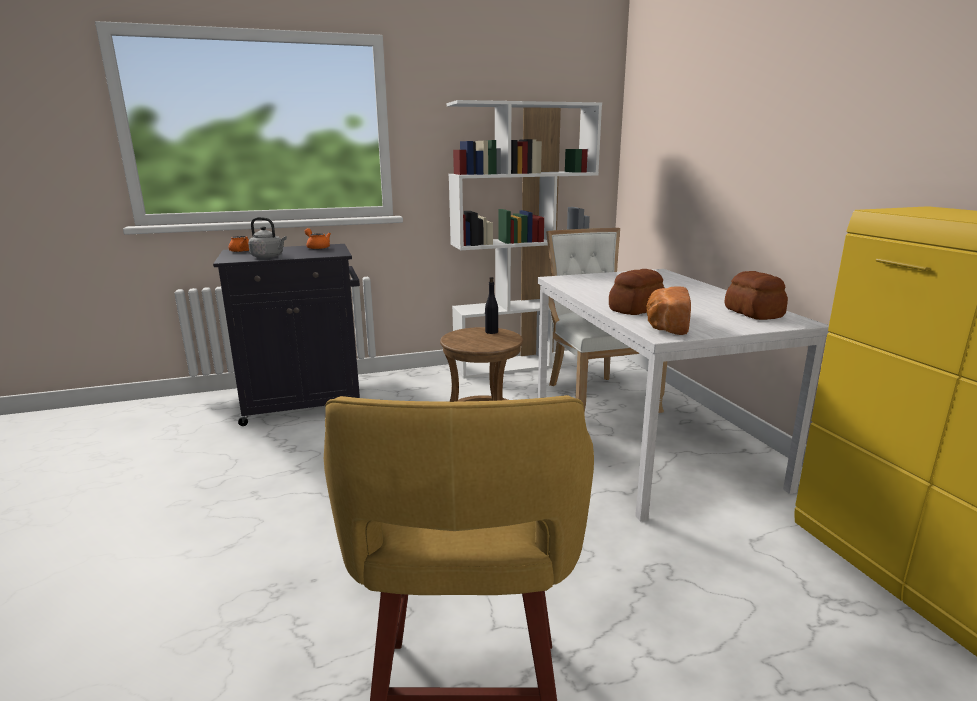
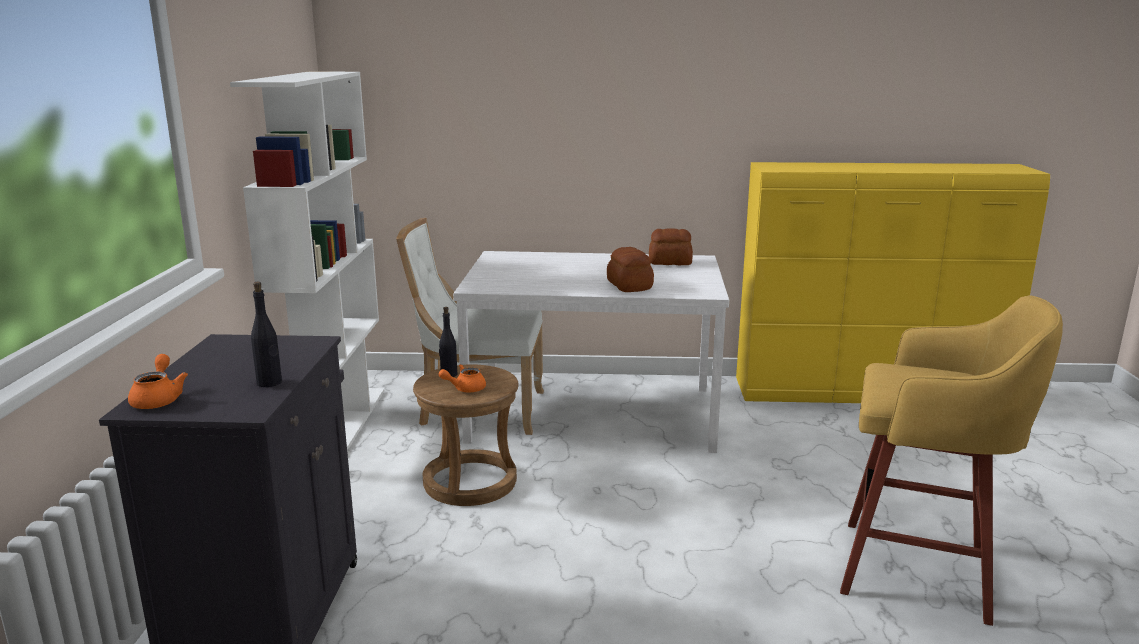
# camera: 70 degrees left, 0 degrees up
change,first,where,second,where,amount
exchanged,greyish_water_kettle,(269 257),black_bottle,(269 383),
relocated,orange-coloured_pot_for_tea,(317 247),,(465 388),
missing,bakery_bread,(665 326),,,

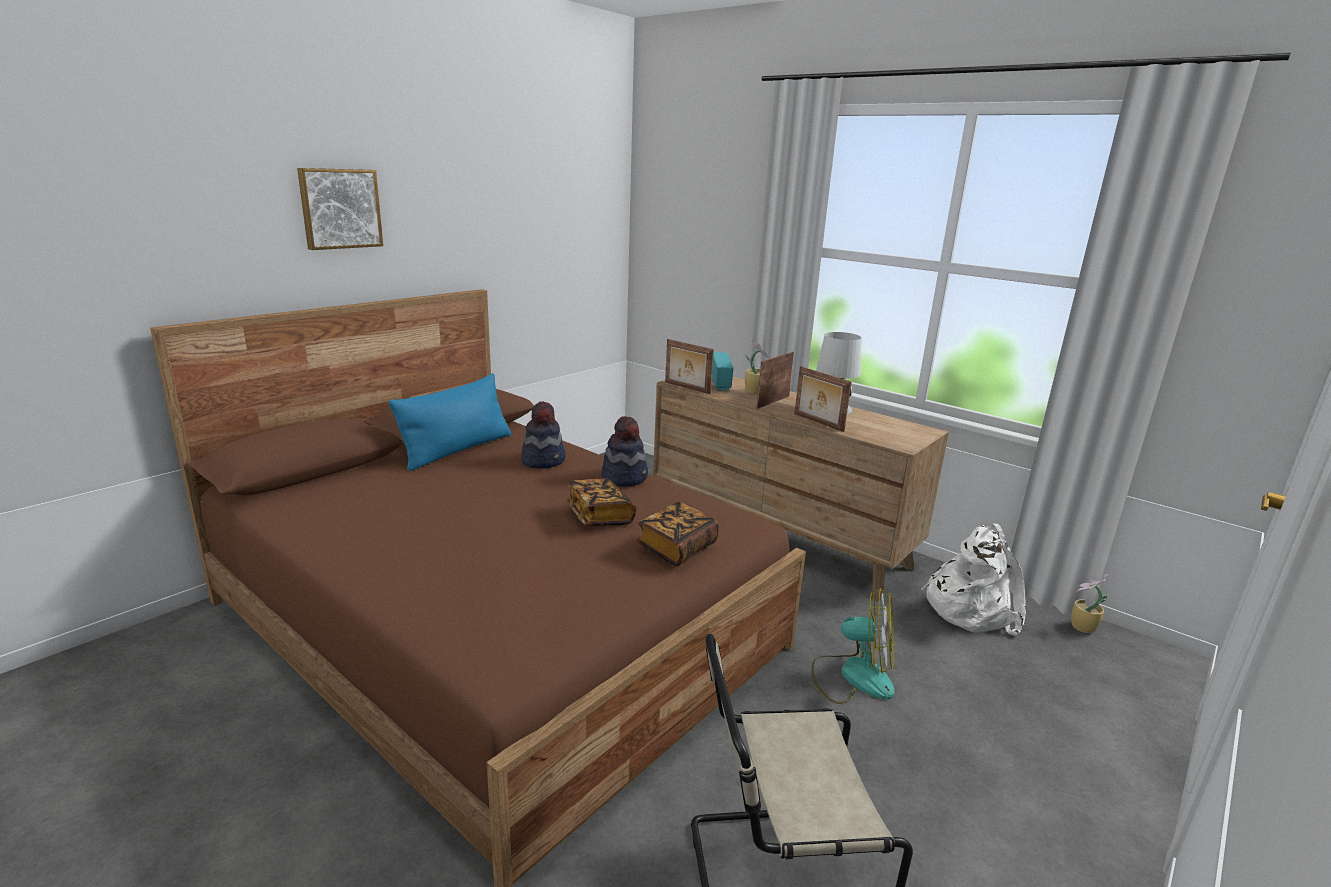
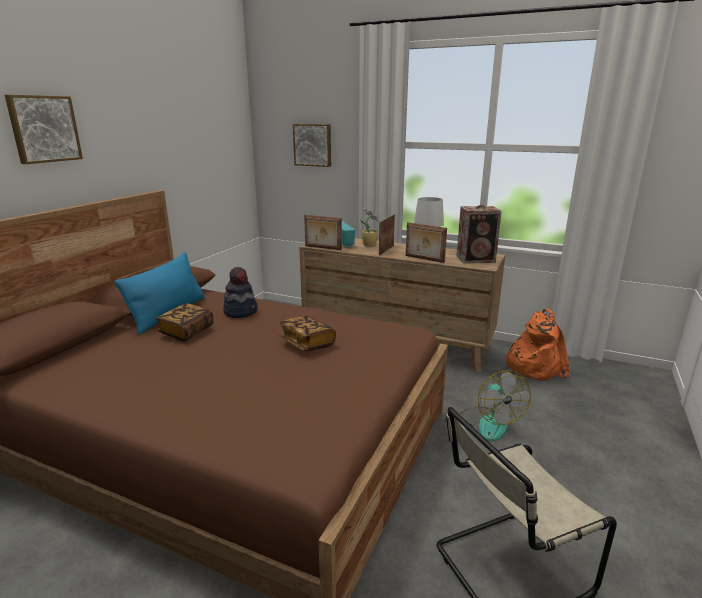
# camera: 15 degrees left, 0 degrees up
change,first,where,second,where,amount
missing,hat,(625 477),,,
relocated,bound_book,(677 548),,(186 332),
spun,fan,(853 676),,(488 423),75 degrees clockwise
colour,white-coloured_knapsack,(970 608),orange-coloured_knapsack,(533 366),
missing,potted_plant,(1082 628),,,
appeared,,,picture,(313 145),
appeared,,,loudspeaker,(477 259),

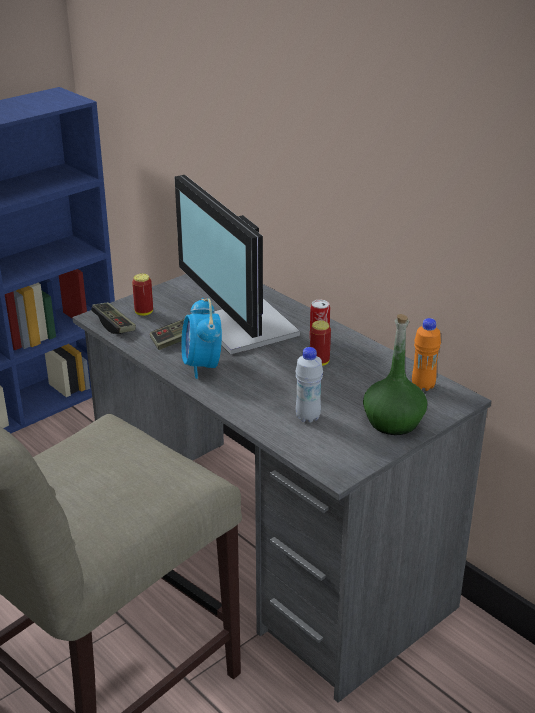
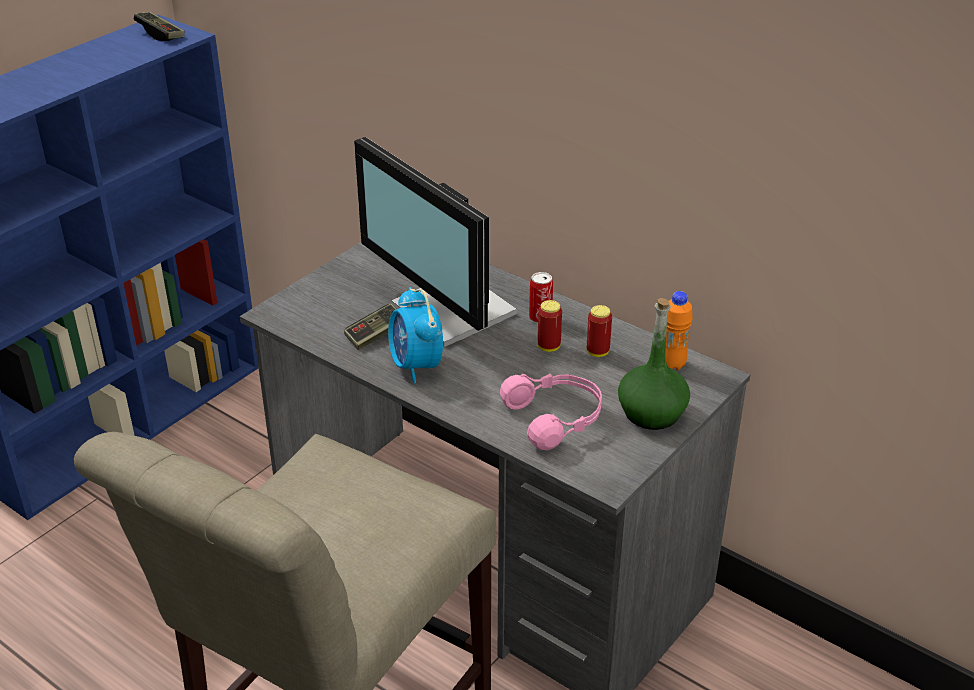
# camera: 10 degrees left, 5 degrees up
change,first,where,second,where,amount
relocated,game_controller,(114 325),,(160 34),
relocated,sealed_can,(144 312),,(597 352),
exchanged,white-coloured_bottle,(308 417),pink_pair_of_headphones,(556 418),

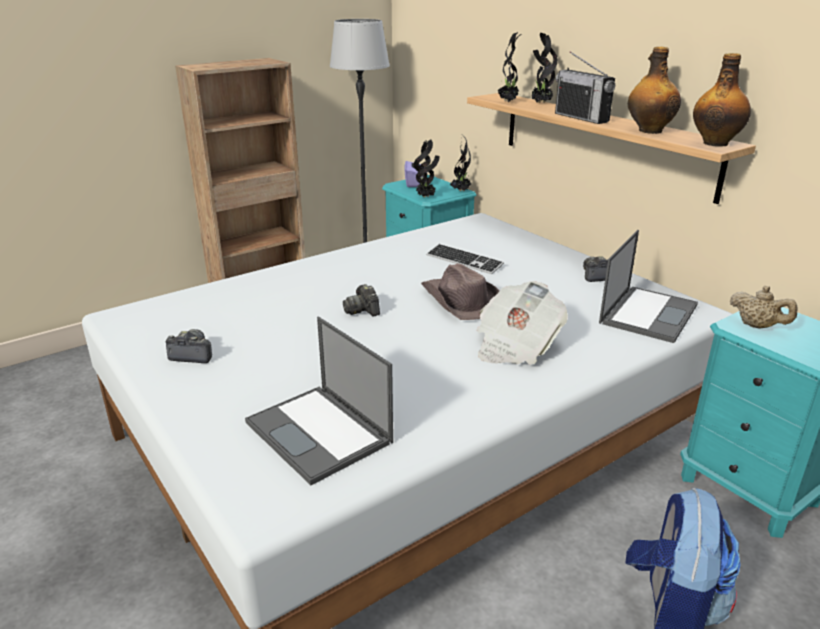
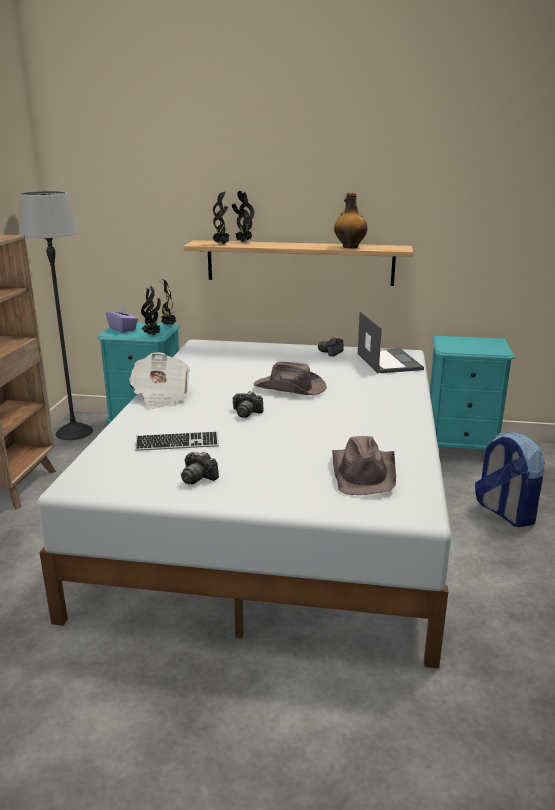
# camera: 45 degrees left, 5 degrees down
change,first,where,second,where,amount
spun,photo_camera,(192 355),,(198 477),105 degrees counterclockwise
exchanged,laptop,(320 433),brownish_hat,(364 473),
relocated,keyboard,(464 261),,(177 443),
relocated,daily_paper,(515 345),,(160 396),
missing,radio_set,(581 118),,,
missing,bottle,(715 143),,,
missing,sand-coloured_pot_for_tea,(757 326),,,

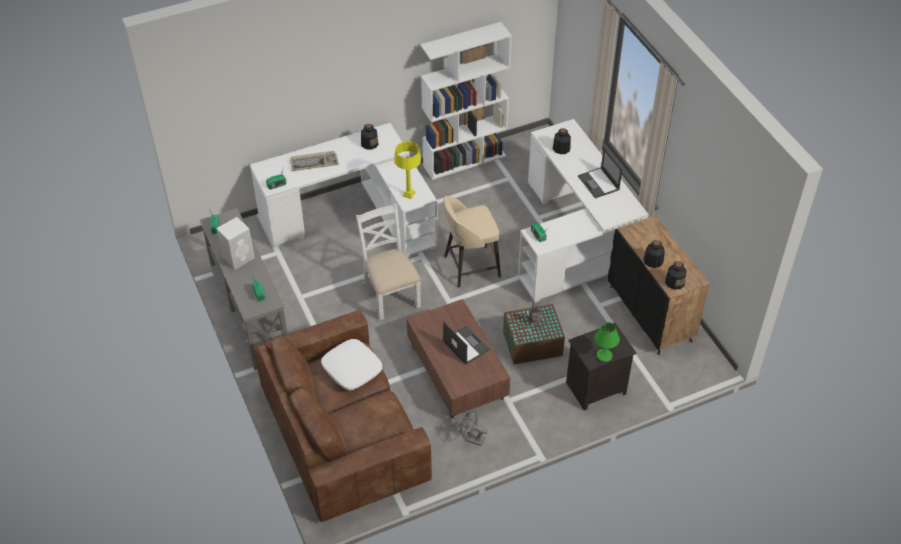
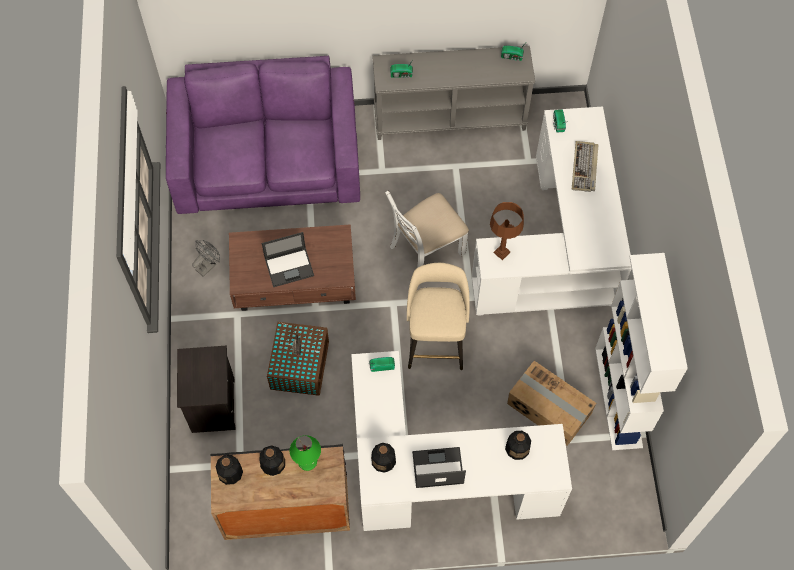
# camera: 110 degrees right, 15 degrees up
change,first,where,second,where,amount
missing,white-coloured_loudspeaker,(239 257),,,
colour,brownish_sofa,(342 432),purple_sofa,(268 160),
missing,white-coloured_pillow,(351 369),,,
spun,white-coloured_upright_chair,(390 294),,(426 249),150 degrees clockwise
relocated,bottle,(369 143),,(384 460),
colour,yellow-coloured_tabletop_lamp,(408 194),brownish_tabletop_lamp,(502 252),
relocated,green-coloured_tabletop_lamp,(604 356),,(307 461),
appeared,,,carton,(549 409),

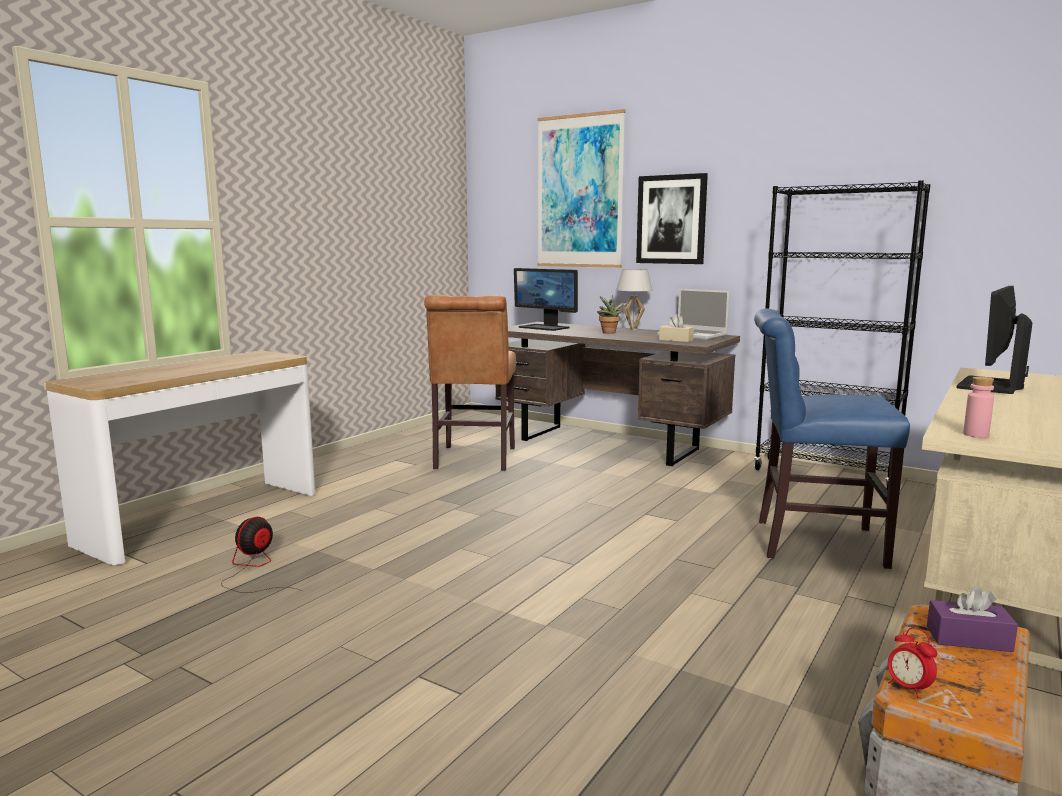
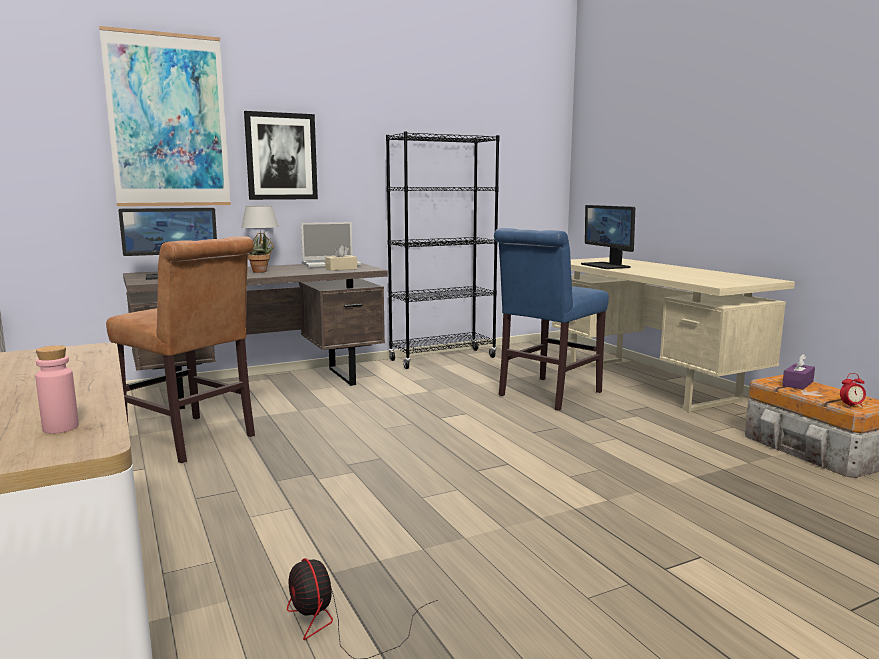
# camera: 60 degrees left, 0 degrees up
change,first,where,second,where,amount
relocated,pink_bottle,(975 435),,(60 428),

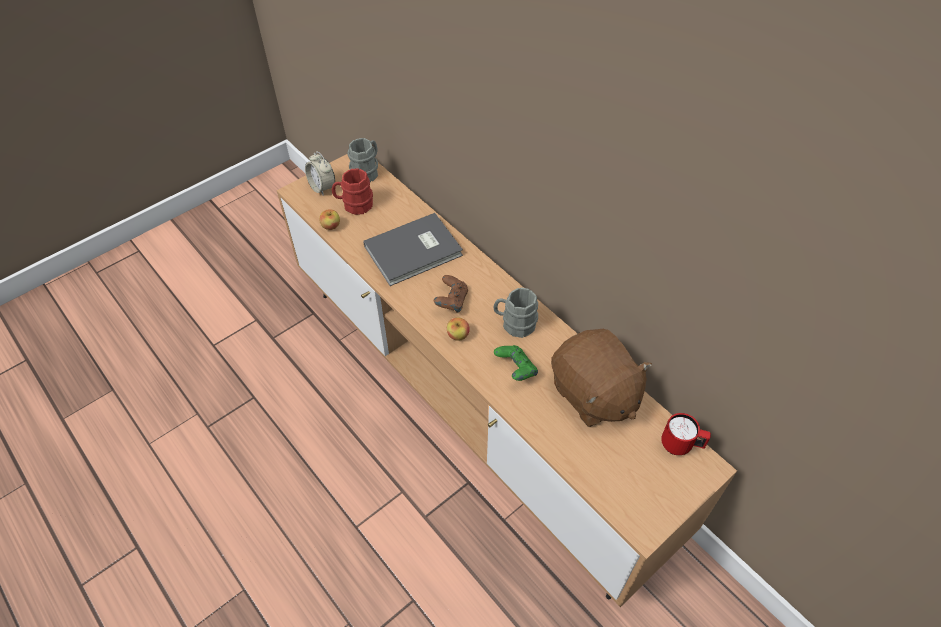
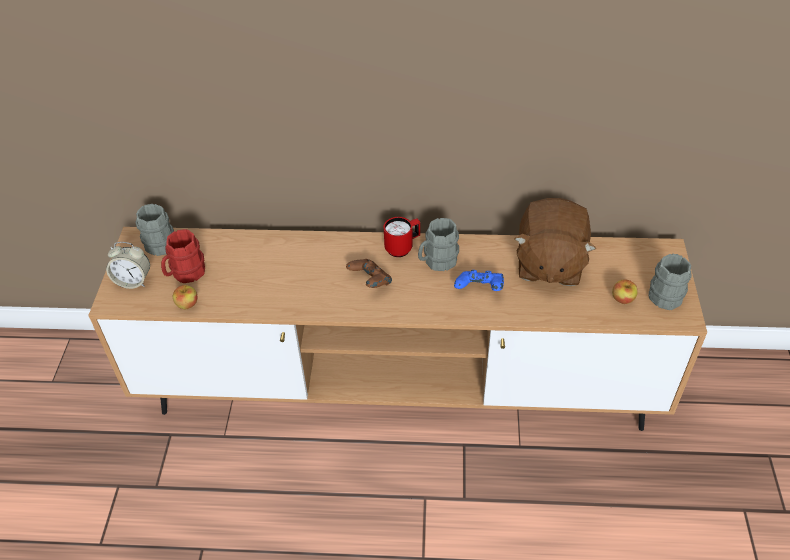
# camera: 45 degrees left, 5 degrees down
change,first,where,second,where,amount
missing,greyish_bound_book,(415 252),,,
relocated,apple,(458 335),,(622 299),
colour,green-coloured_game_controller,(515 370),bluish_game_controller,(479 290),
spun,brownish_plush_toy,(593 394),,(549 263),90 degrees clockwise
relocated,red_tea_mug,(681 445),,(402 248),
appeared,,,greyish_tea_mug,(666 292),

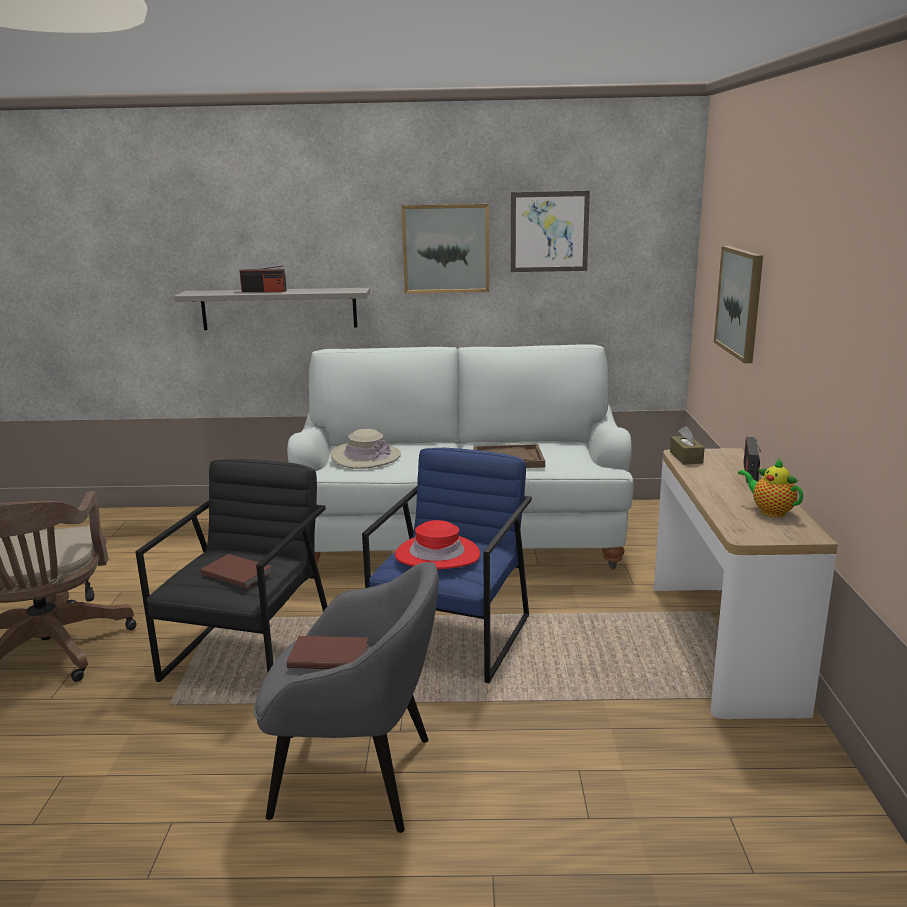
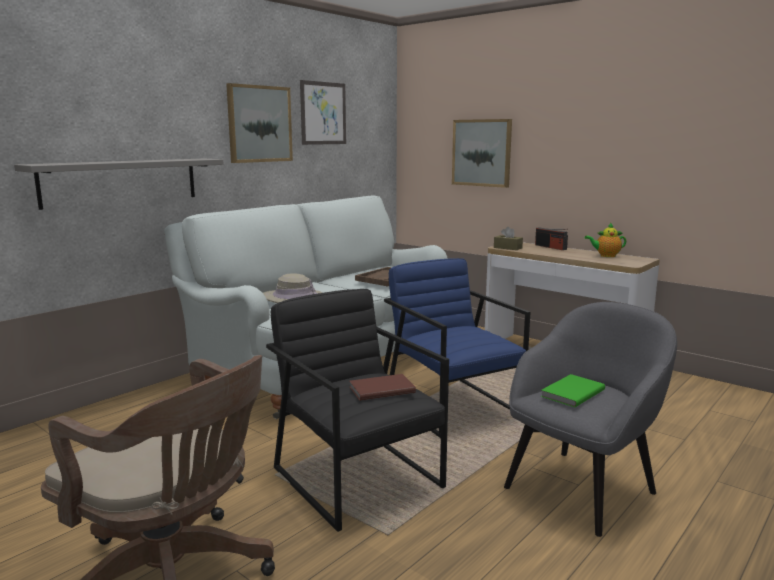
# camera: 50 degrees left, 5 degrees down
change,first,where,second,where,amount
missing,radio_set,(264 291),,,
colour,brownish_bound_book,(328 655),green-coloured_bound_book,(571 393),
missing,red_hat,(437 555),,,

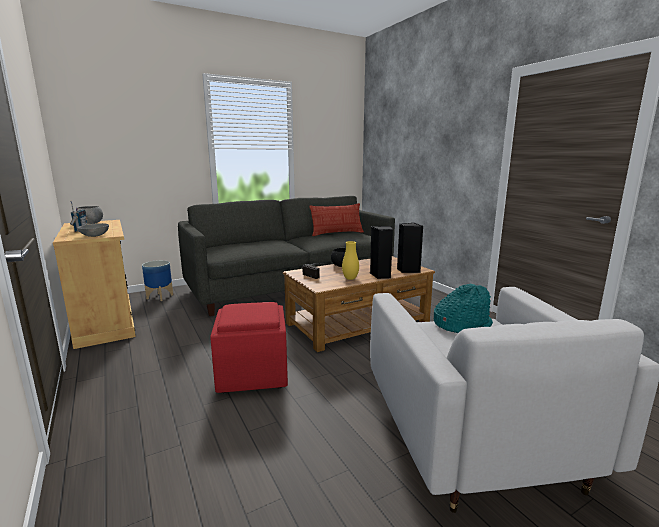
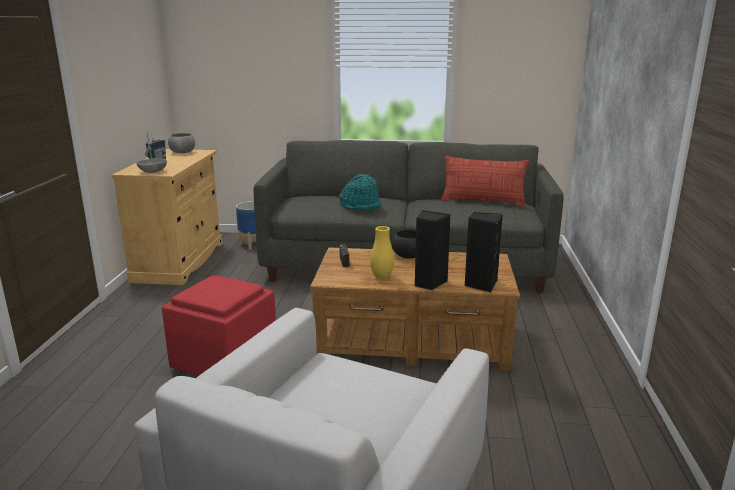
# camera: 35 degrees right, 5 degrees up
change,first,where,second,where,amount
relocated,turquoise-coloured_hat,(461 325),,(361 206),

